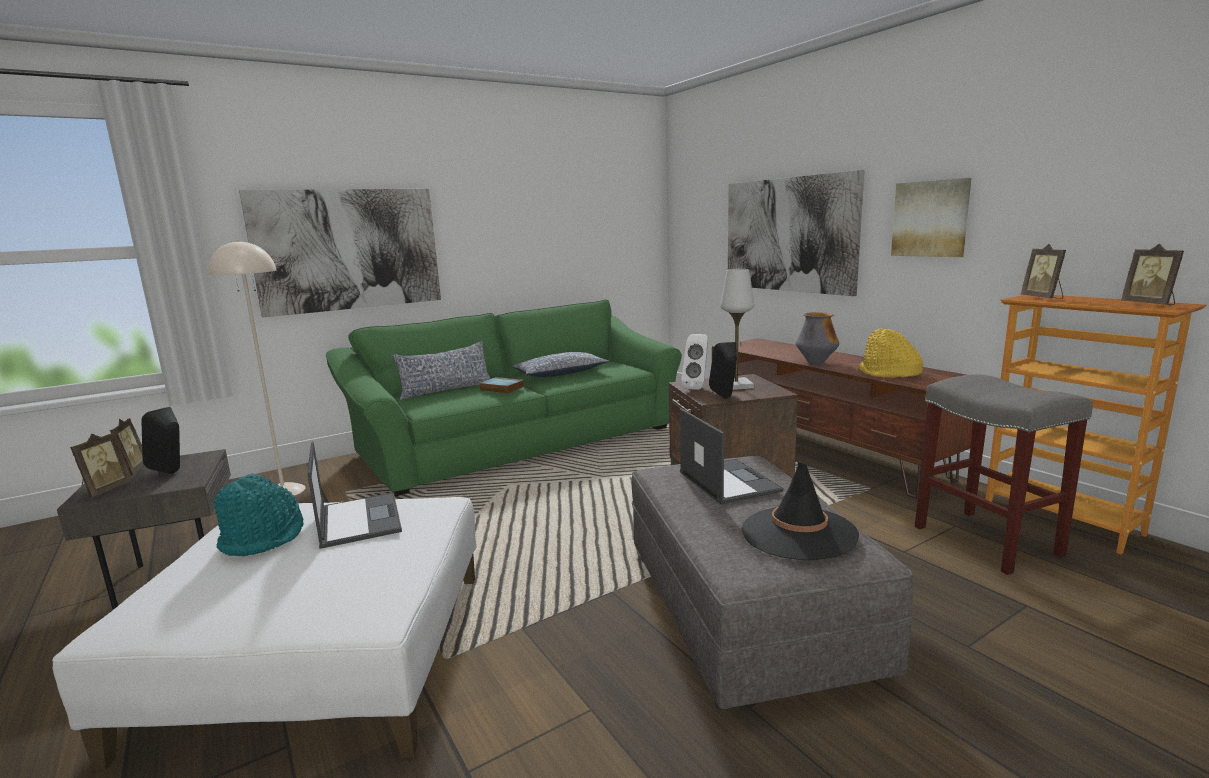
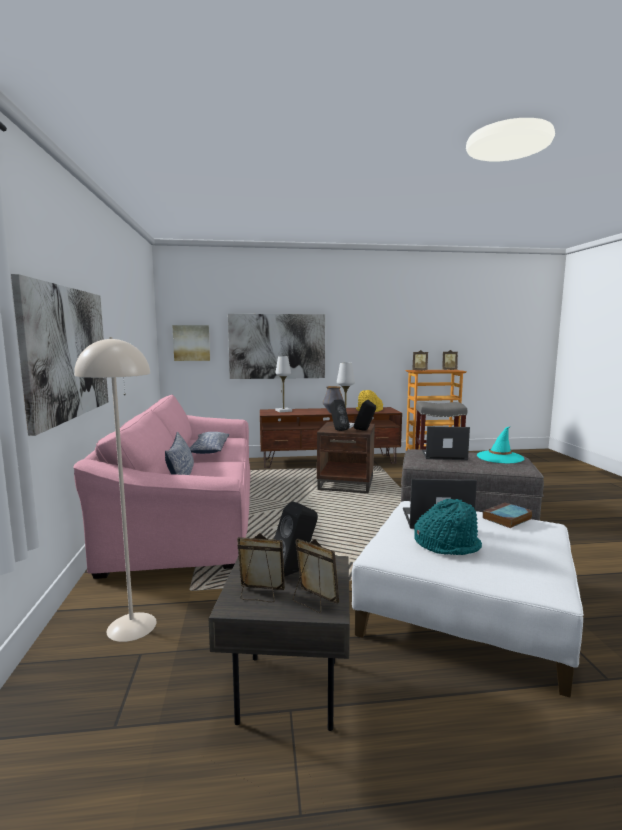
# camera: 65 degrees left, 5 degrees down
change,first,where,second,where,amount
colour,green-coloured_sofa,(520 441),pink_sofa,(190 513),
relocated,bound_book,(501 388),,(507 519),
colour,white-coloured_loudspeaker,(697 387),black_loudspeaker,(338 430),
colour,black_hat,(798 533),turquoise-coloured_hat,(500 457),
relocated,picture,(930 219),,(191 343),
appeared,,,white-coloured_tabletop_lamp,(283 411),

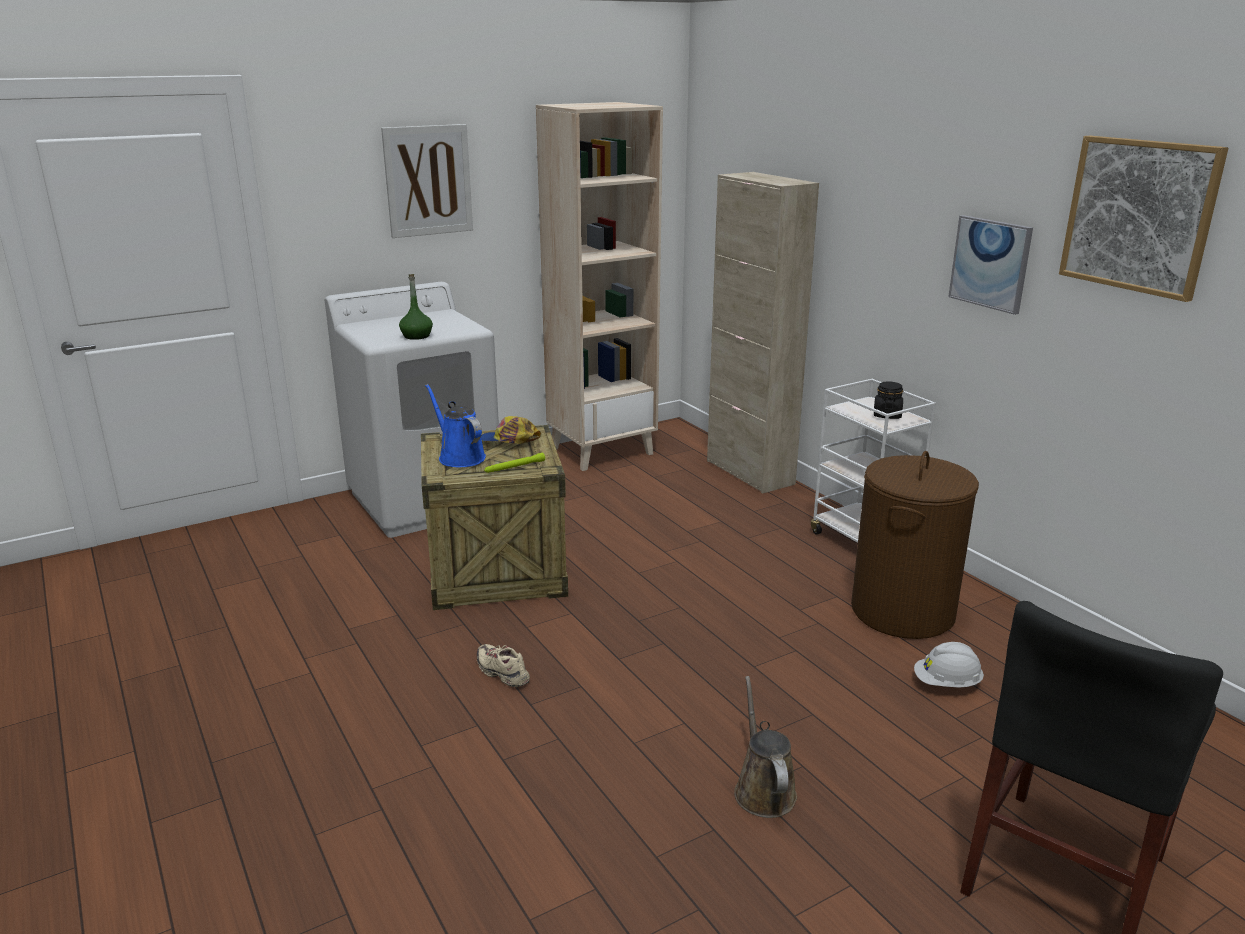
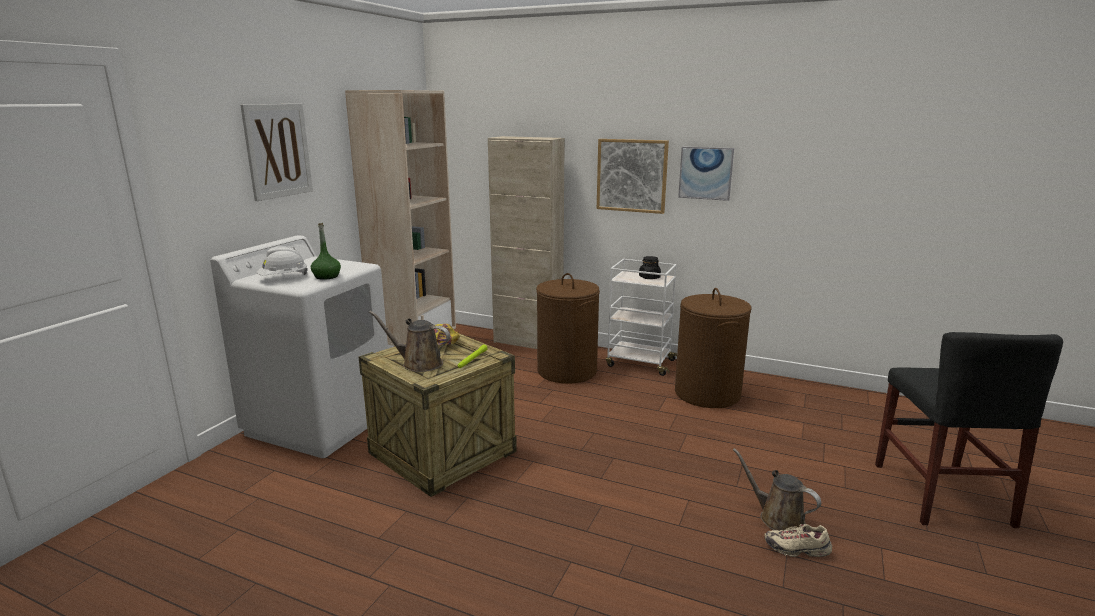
# camera: 35 degrees left, 5 degrees down
change,first,where,second,where,amount
colour,bluish_watering_pot,(459 457),brownish_watering_pot,(418 363),
relocated,sand-coloured_shoe,(502 673),,(797 549),
relocated,white-coloured_safety_helmet,(947 684),,(283 278),
relocated,picture,(1139 215),,(632 175),
appeared,,,brownish_washing_basket,(566 371),

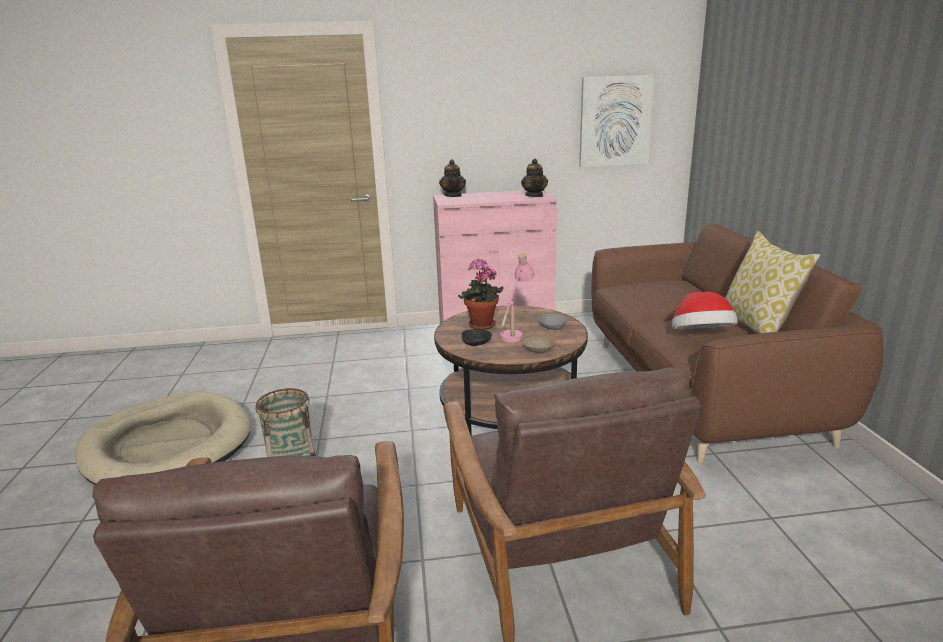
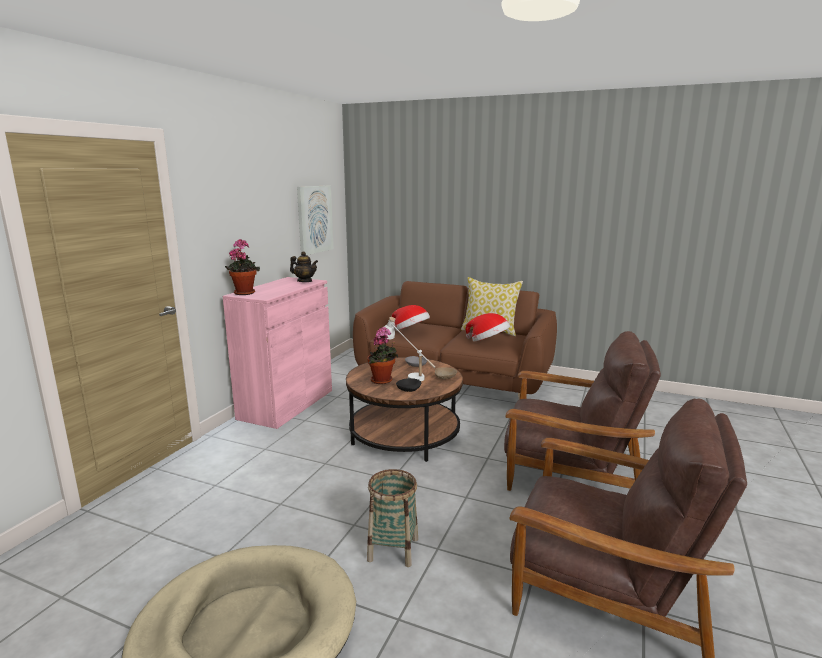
# camera: 60 degrees left, 5 degrees down
change,first,where,second,where,amount
exchanged,pot_for_tea,(453 195),potted_plant,(244 292),
colour,pink_tabletop_lamp,(515 331),white-coloured_tabletop_lamp,(407 375),
appeared,,,hat,(410 332),

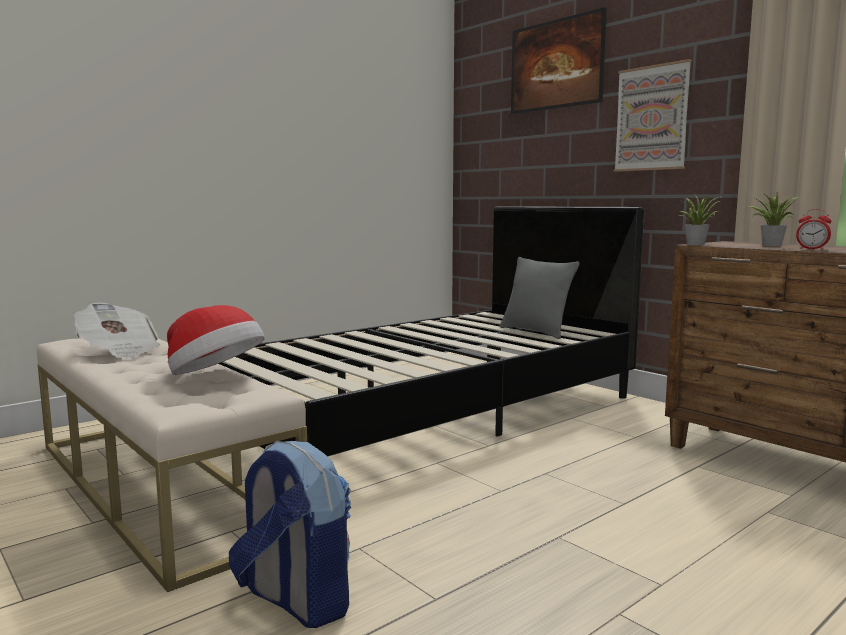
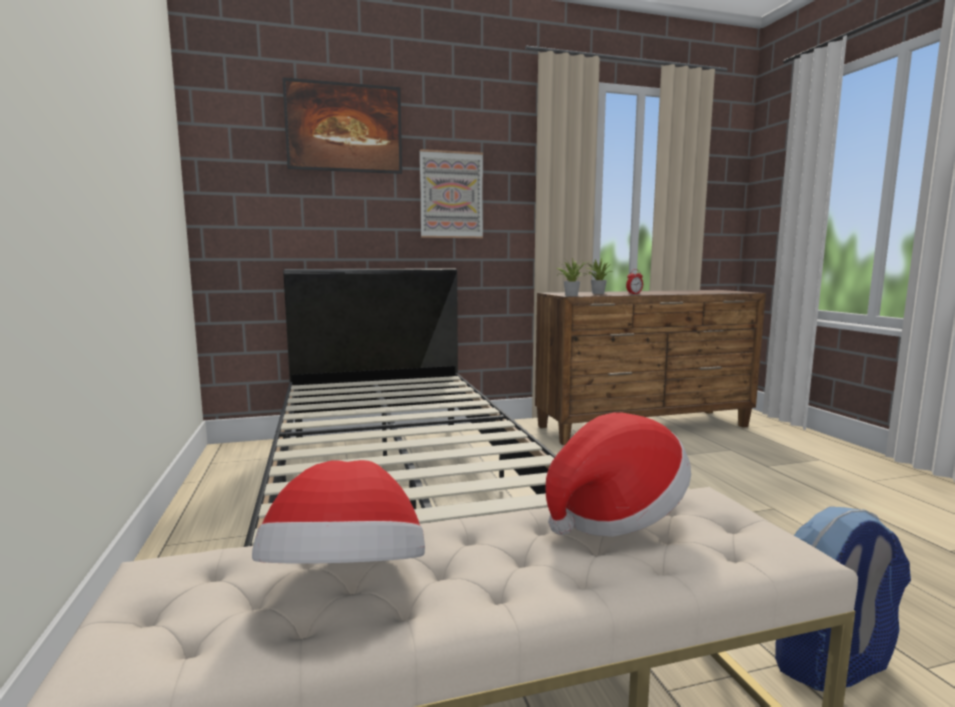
# camera: 65 degrees left, 0 degrees up
change,first,where,second,where,amount
exchanged,daily_paper,(119 351),hat,(347 585),
missing,greyish_pillow,(535 332),,,

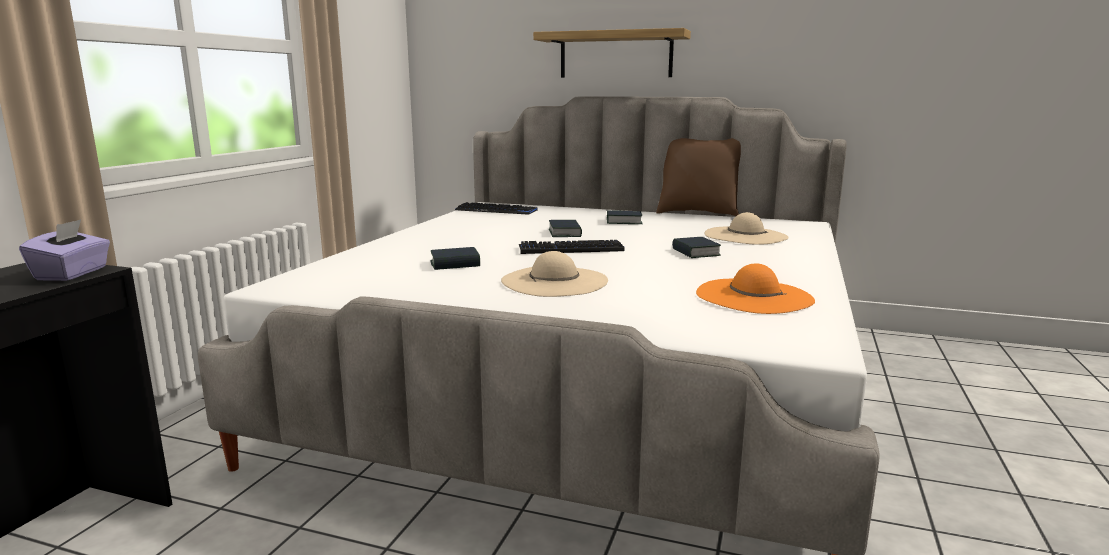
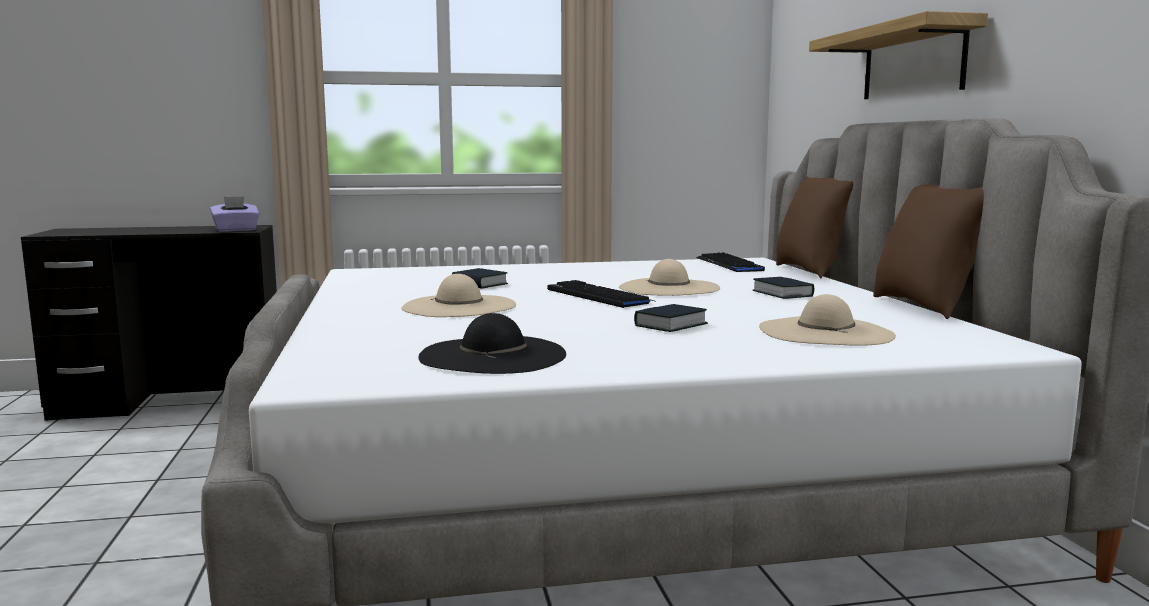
# camera: 60 degrees right, 5 degrees down
change,first,where,second,where,amount
exchanged,bound_book,(565 233),sand-coloured_hat,(669 288),
colour,orange-coloured_hat,(754 296),black_hat,(493 355),
appeared,,,brownish_pillow,(812 271),

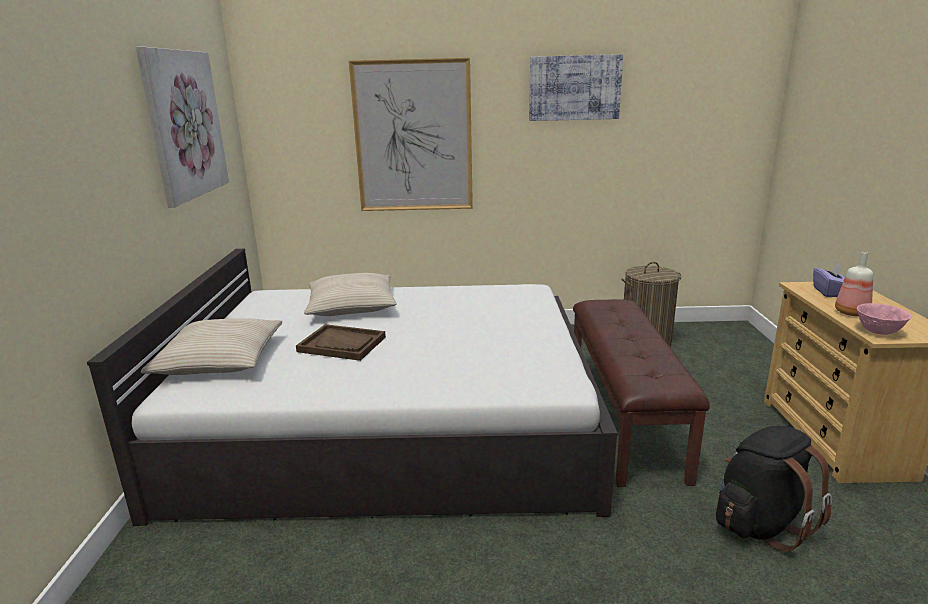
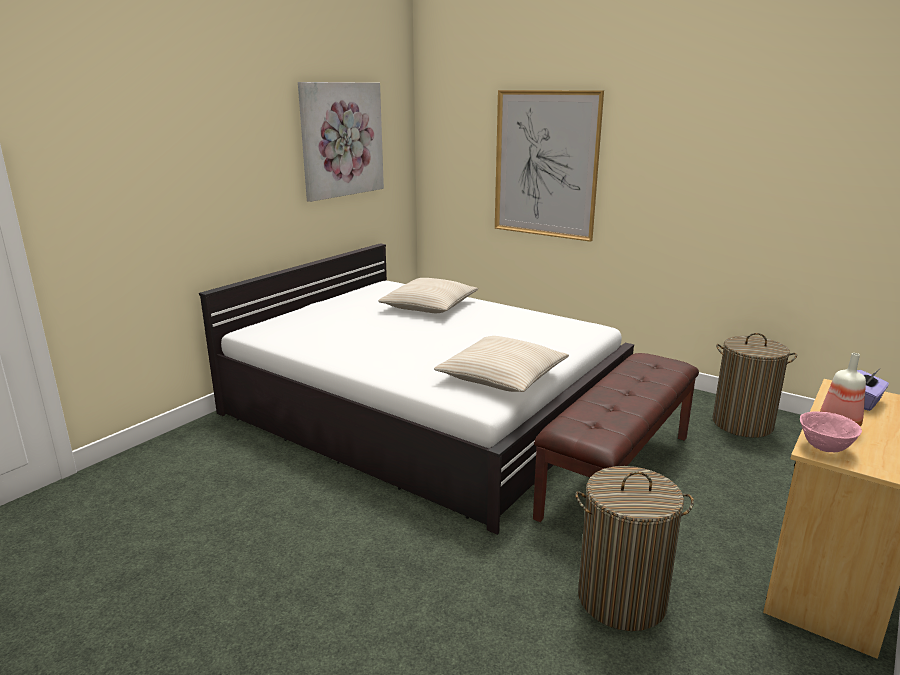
# camera: 35 degrees right, 0 degrees up
change,first,where,second,where,amount
relocated,sand-coloured_pillow,(219 360),,(502 376),
missing,brownish_serving_tray,(342 344),,,
missing,picture,(574 88),,,
exchanged,black_knapsack,(760 523),washing_basket,(621 599),

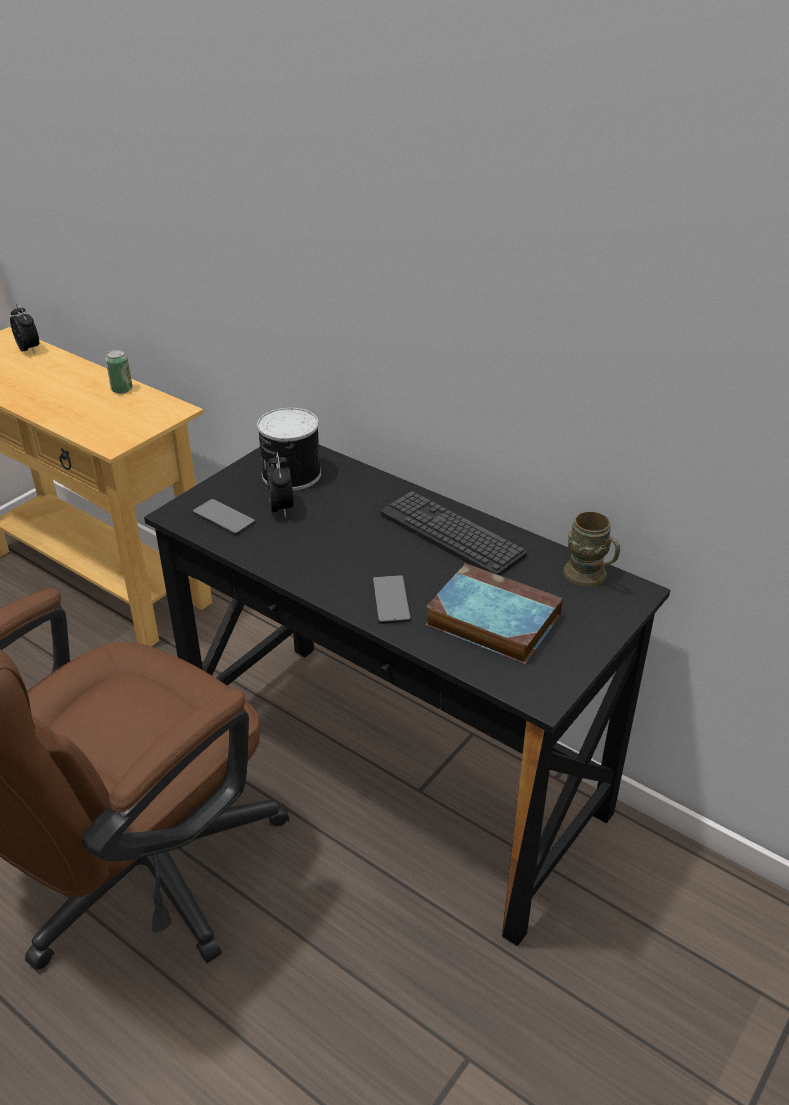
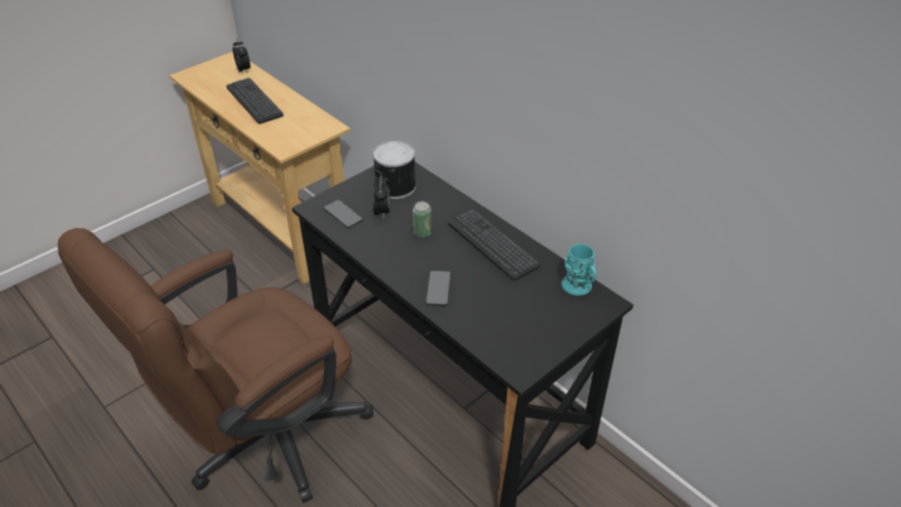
# camera: 10 degrees right, 5 degrees up
change,first,where,second,where,amount
relocated,sealed_can,(122 390),,(422 233),
missing,bound_book,(490 620),,,
colour,brownish_tea_mug,(590 577),turquoise-coloured_tea_mug,(579 288),
appeared,,,keyboard,(254 101),

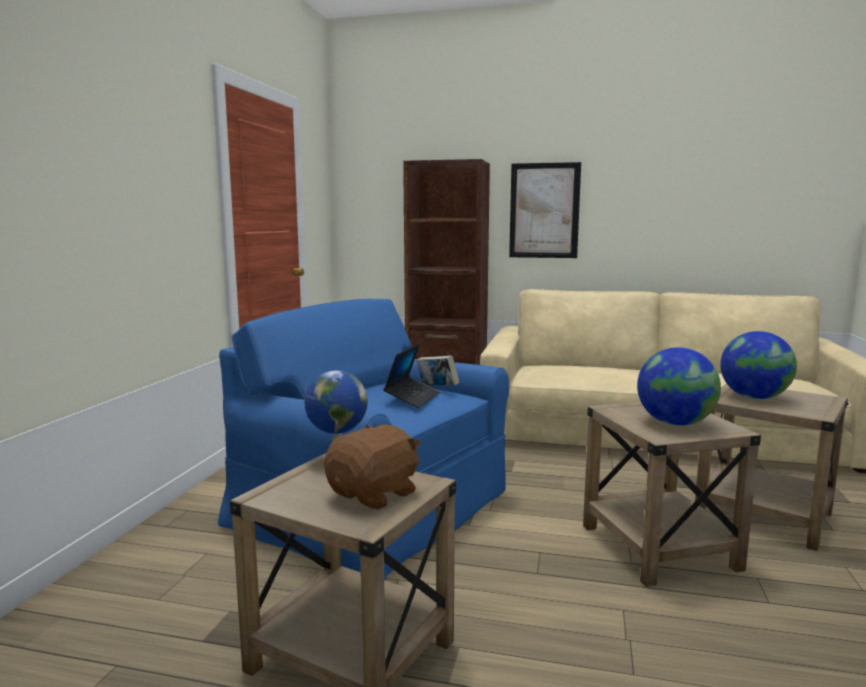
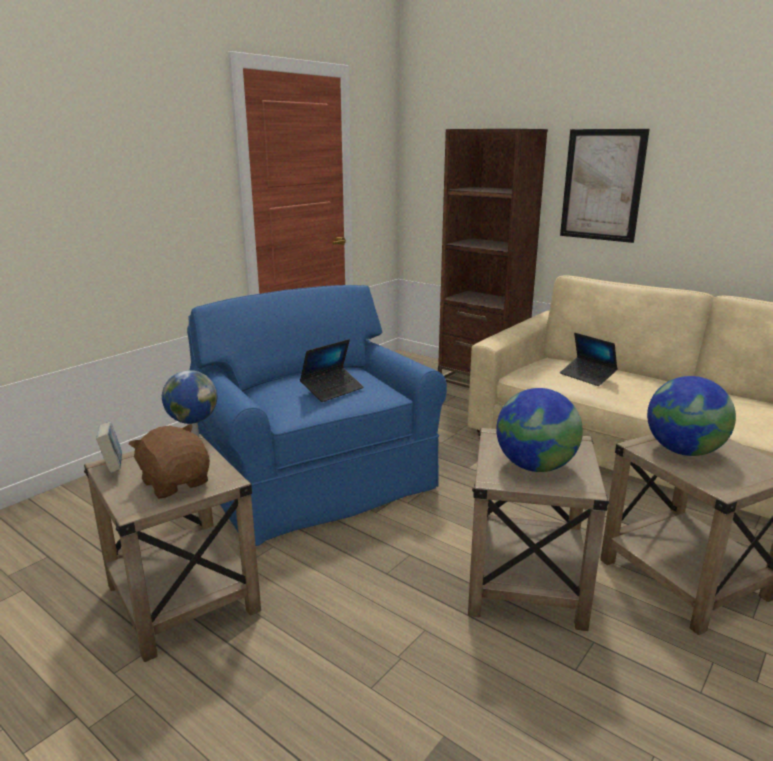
# camera: 25 degrees right, 10 degrees up
change,first,where,second,where,amount
spun,brownish_plush_toy,(375 494),,(176 483),105 degrees counterclockwise
relocated,bound_book,(437 388),,(113 467),
appeared,,,laptop,(587 376),

